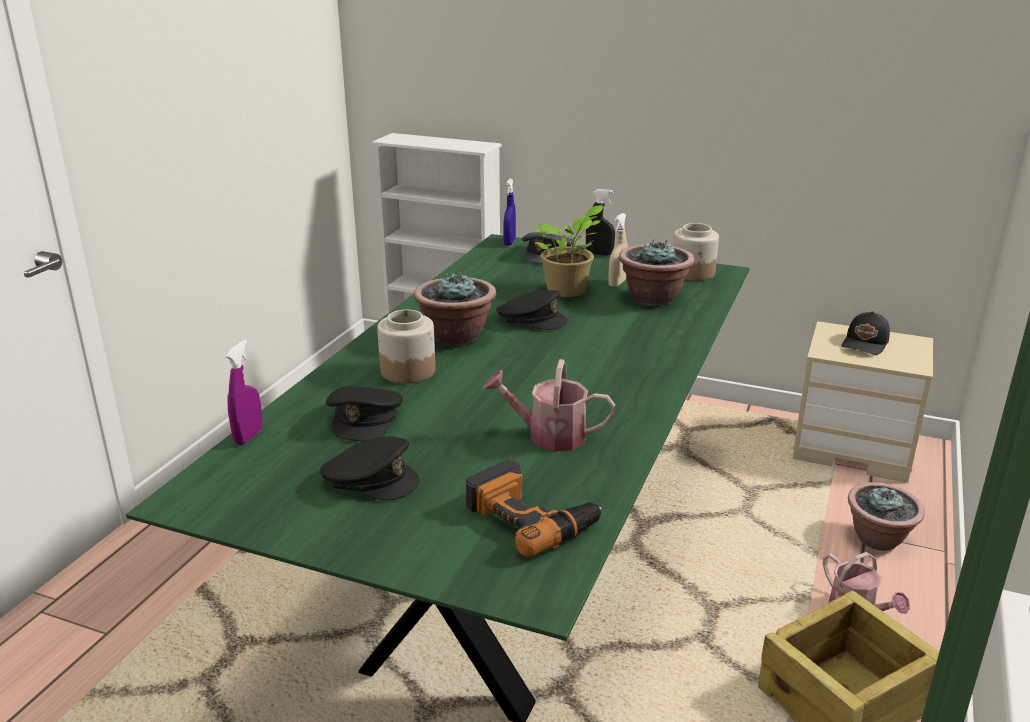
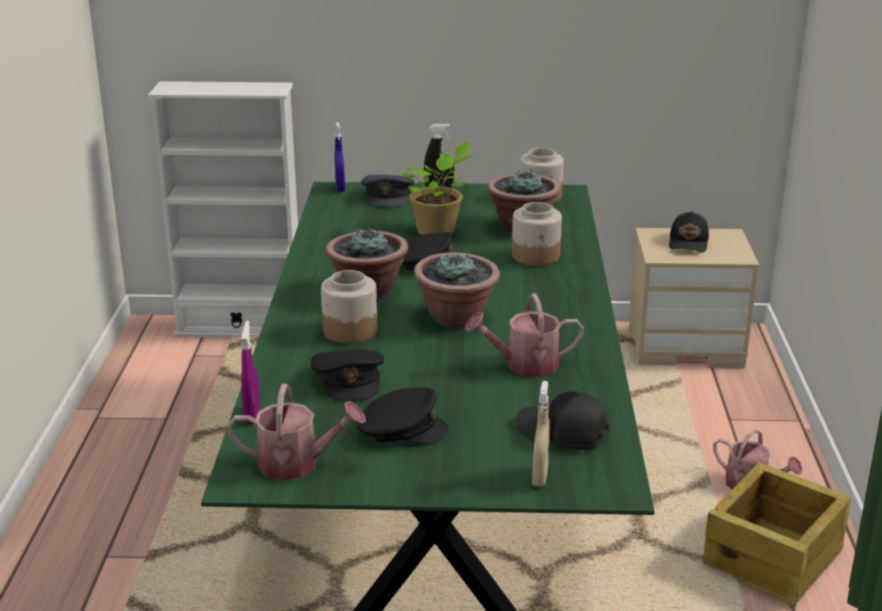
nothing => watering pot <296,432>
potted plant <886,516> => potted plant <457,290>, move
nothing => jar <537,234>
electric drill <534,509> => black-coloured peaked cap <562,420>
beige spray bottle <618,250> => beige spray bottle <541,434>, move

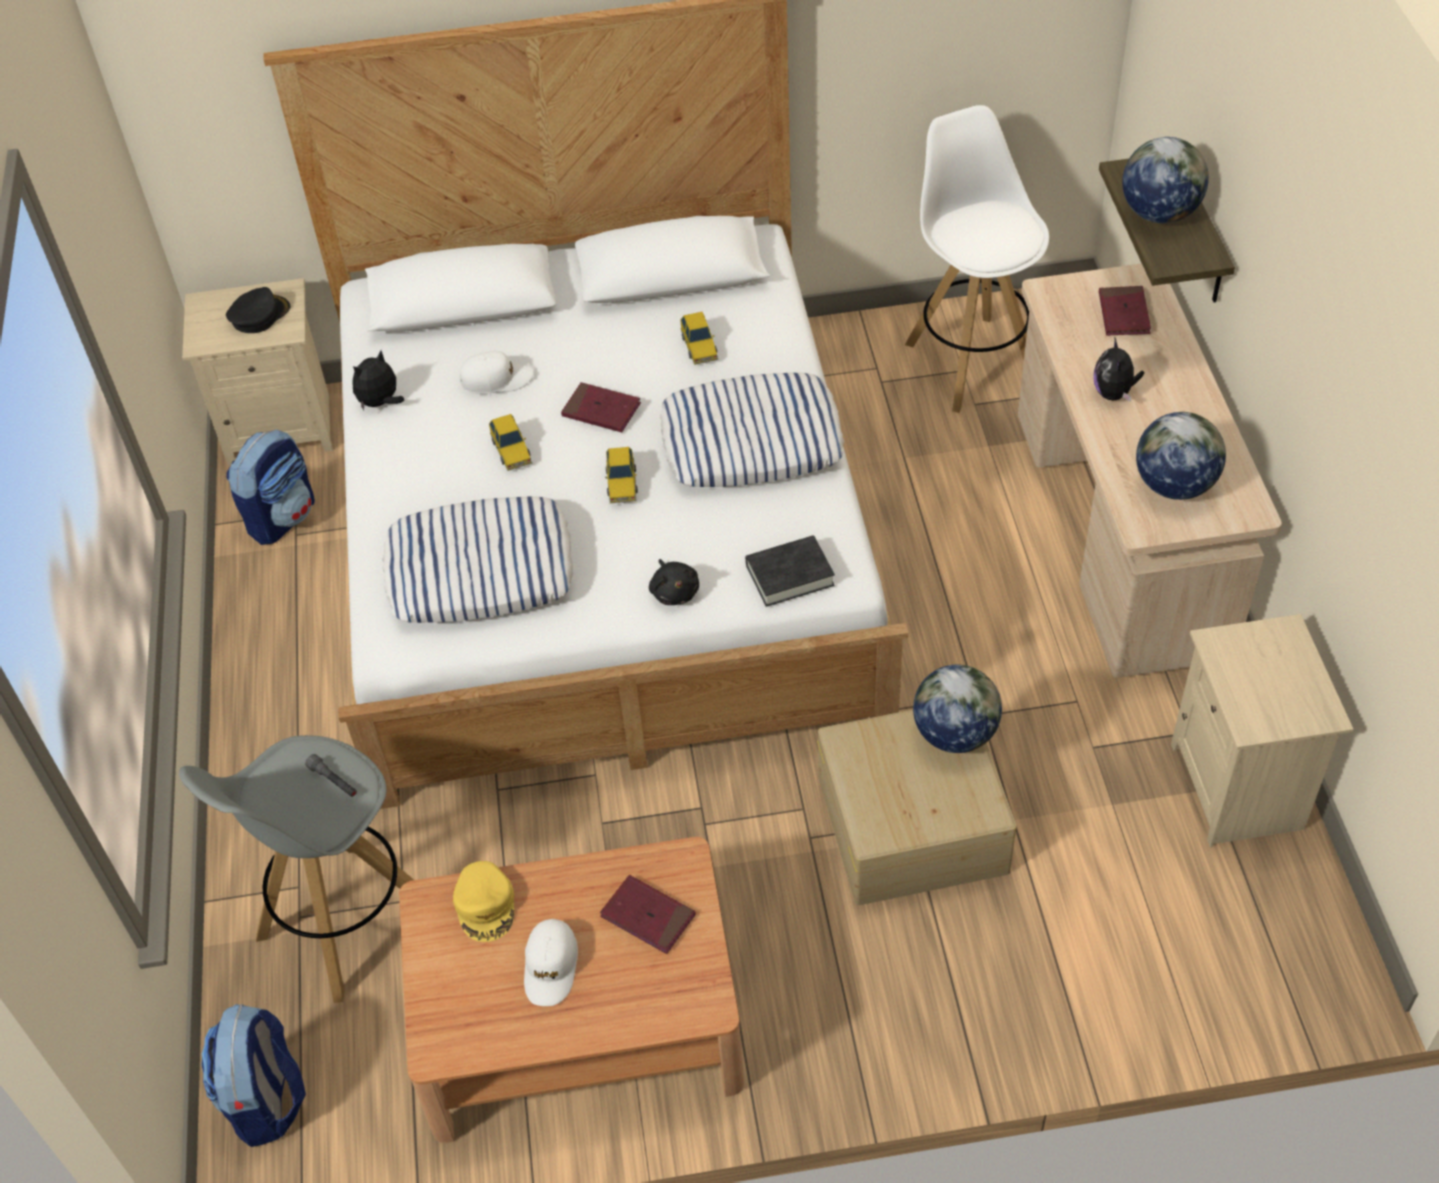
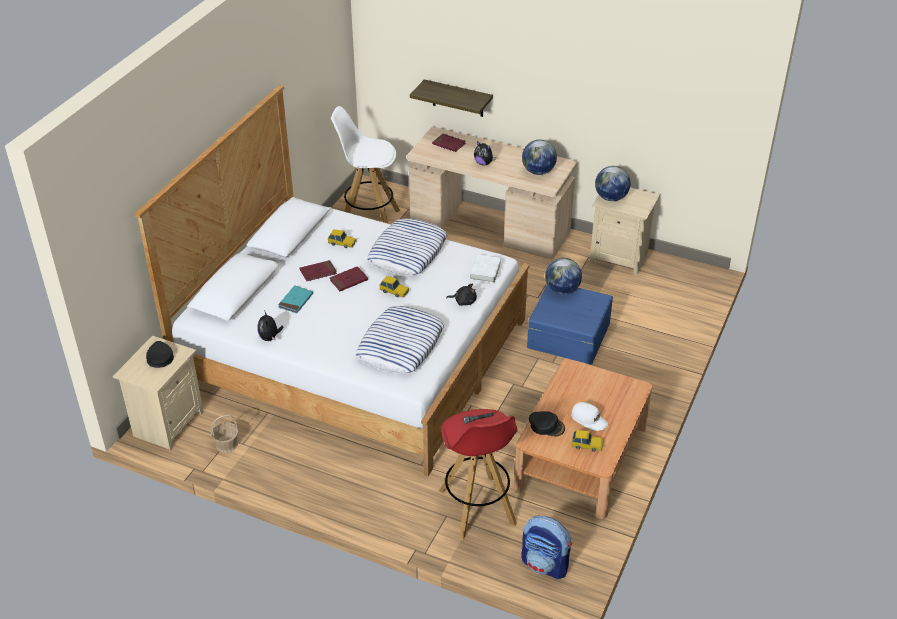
rucksack <271,487> => basket <225,434>
whitish peaked cap <496,372> => turquoise volume <295,299>
reddish volume <648,914> => reddish volume <318,270>, move
grey sitting stool <296,869> => reddish sitting stool <478,474>
black-coloured volume <790,571> => whitish volume <485,269>
beige storage box <917,807> => blue storage box <570,324>
yellow-coloured peaked cap <483,901> => black-coloured peaked cap <547,423>
miniature car <510,442> => miniature car <587,441>, move
desk globe <1165,180> => desk globe <613,183>, move

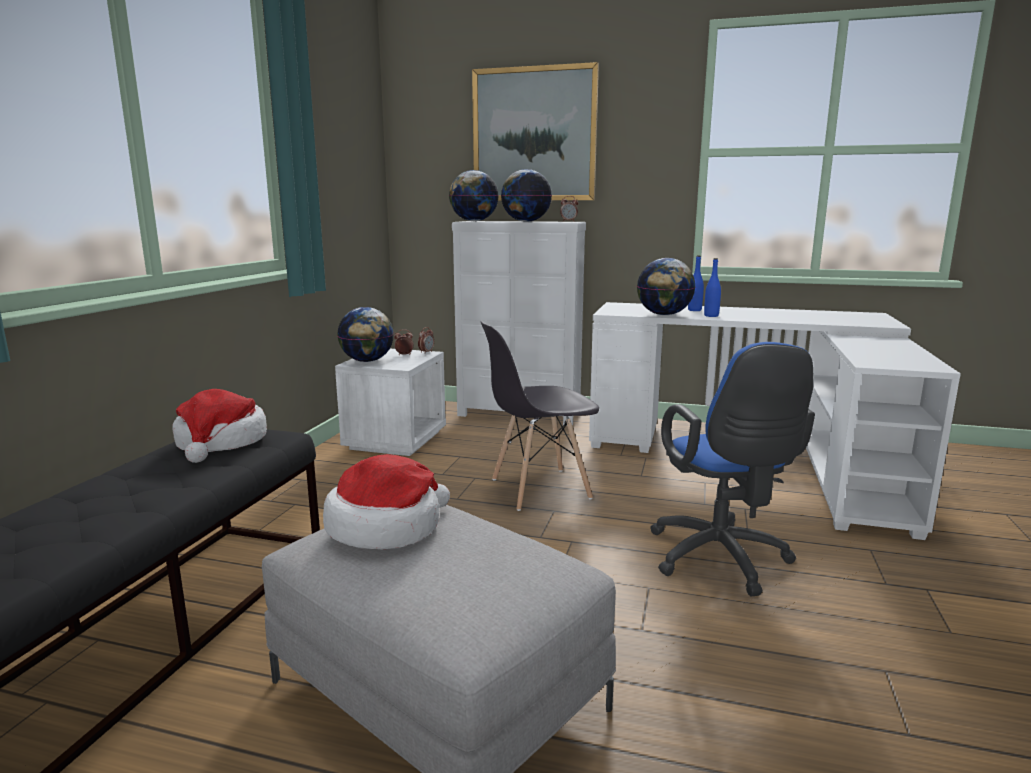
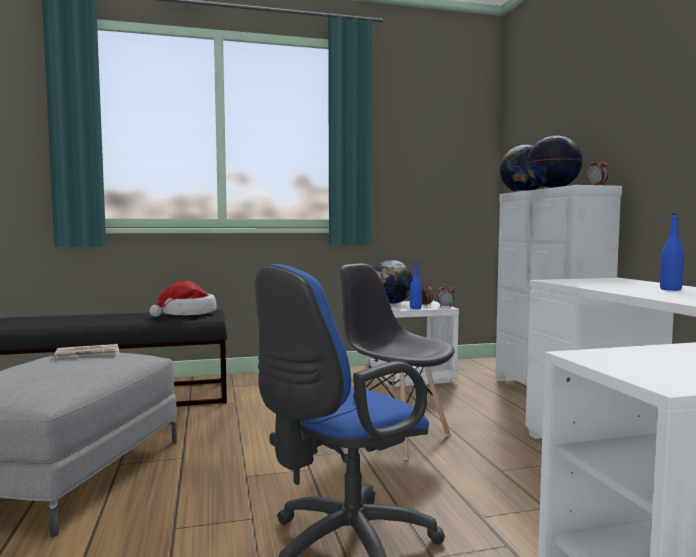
clothing hat <386,502> => printed paper <86,350>
blue bottle <712,287> => blue bottle <416,285>, move
wall art <535,131> => nothing
desk globe <666,286> => nothing

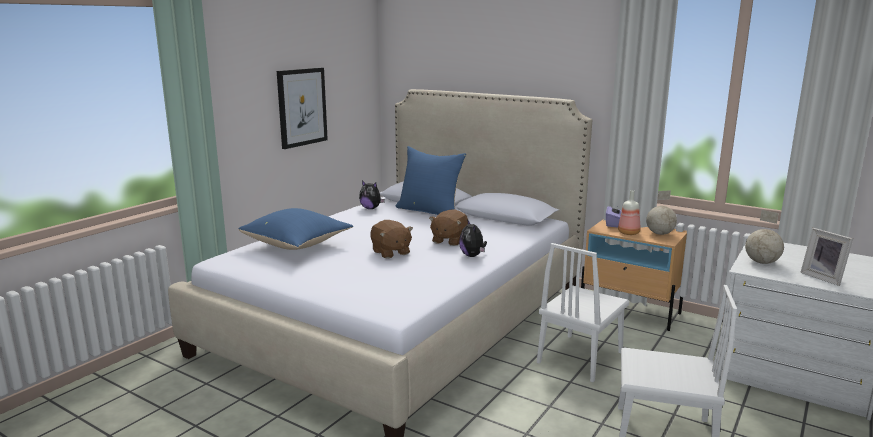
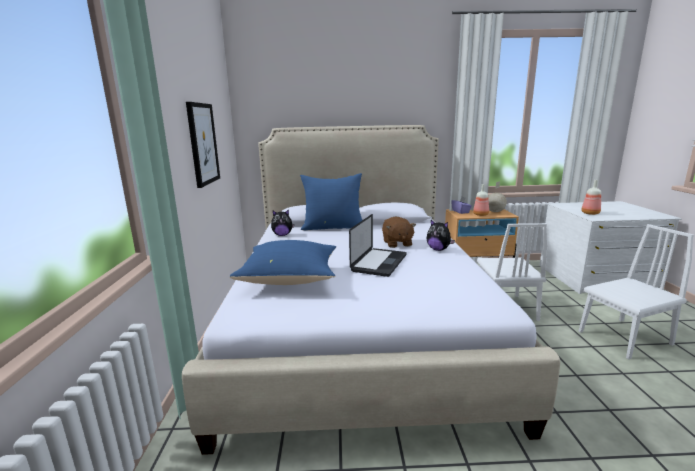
brown soft toy <391,239> => laptop <378,245>
desk globe <764,237> => bottle <591,197>
picture frame <826,257> => nothing

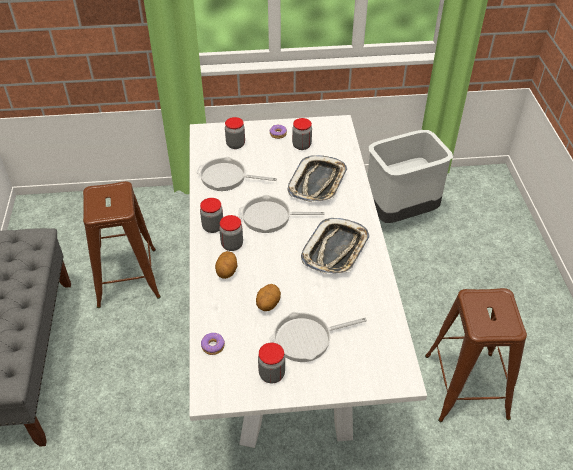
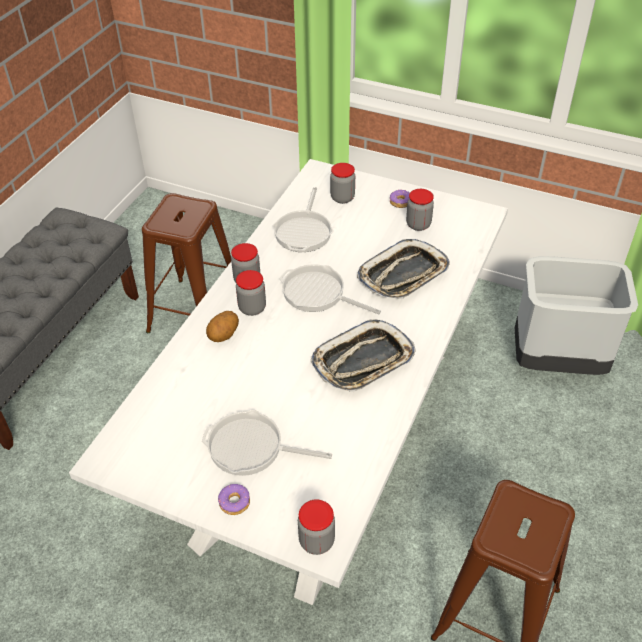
doughnut <213,344> => doughnut <234,499>, move
frying pan <236,174> => frying pan <303,219>, 120 degrees counterclockwise
jar <271,363> => jar <316,527>, move
spud <268,297> => nothing

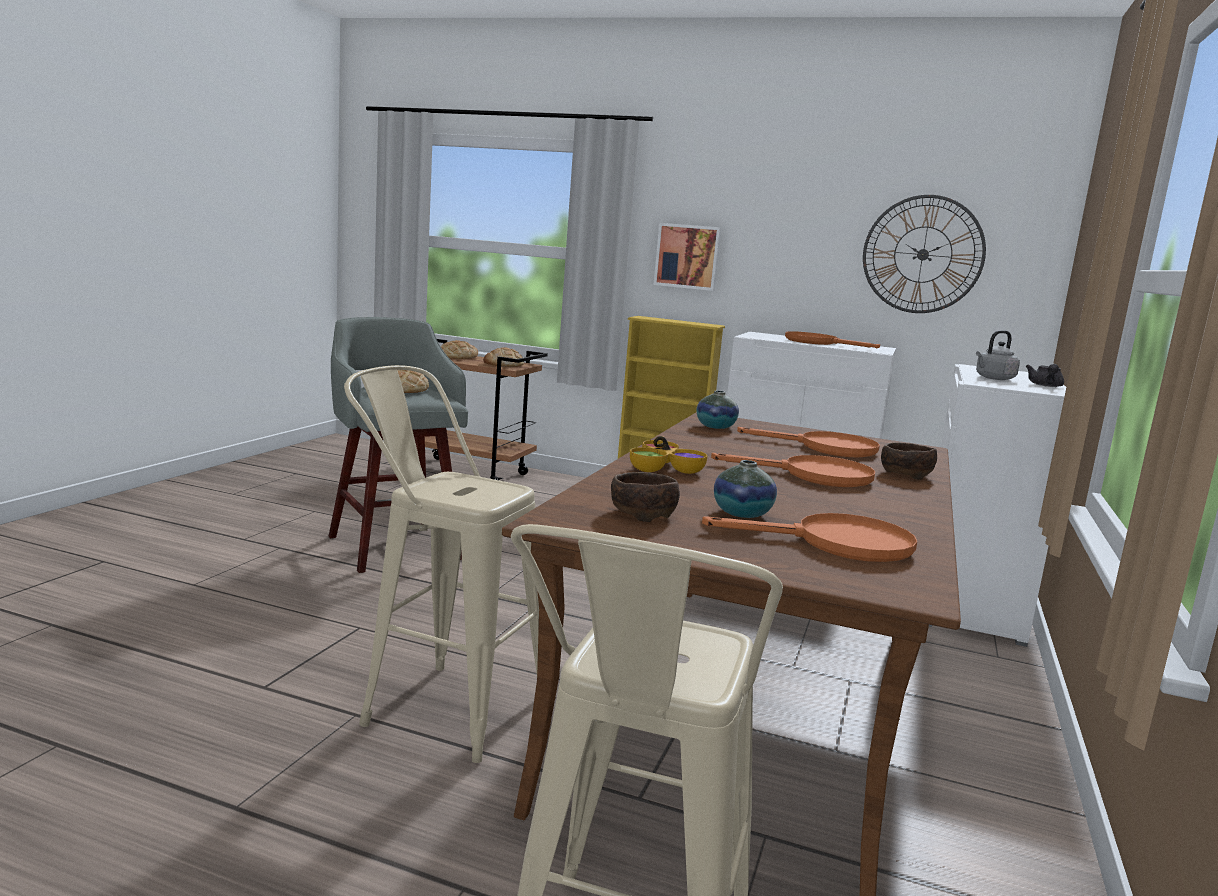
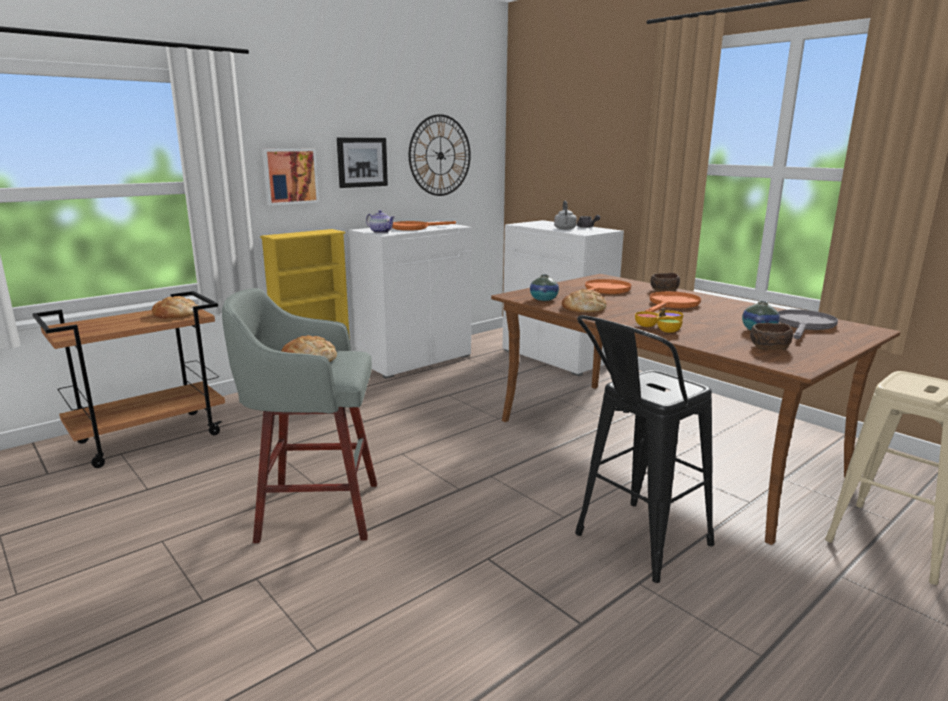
nothing => wall art <362,163>
nothing => tea pot <380,221>
bakery bread <459,349> => bakery bread <583,301>, move
beige sitting stool <441,564> => black-coloured sitting stool <644,449>
orange frying pan <809,537> => grey frying pan <808,324>

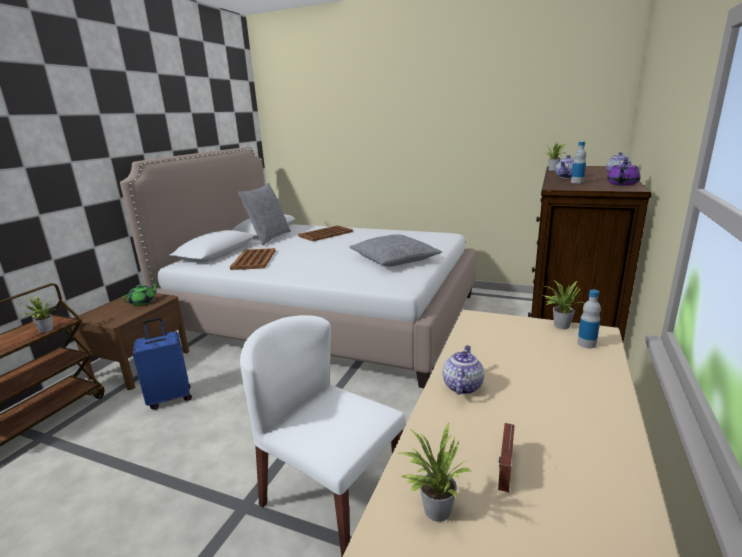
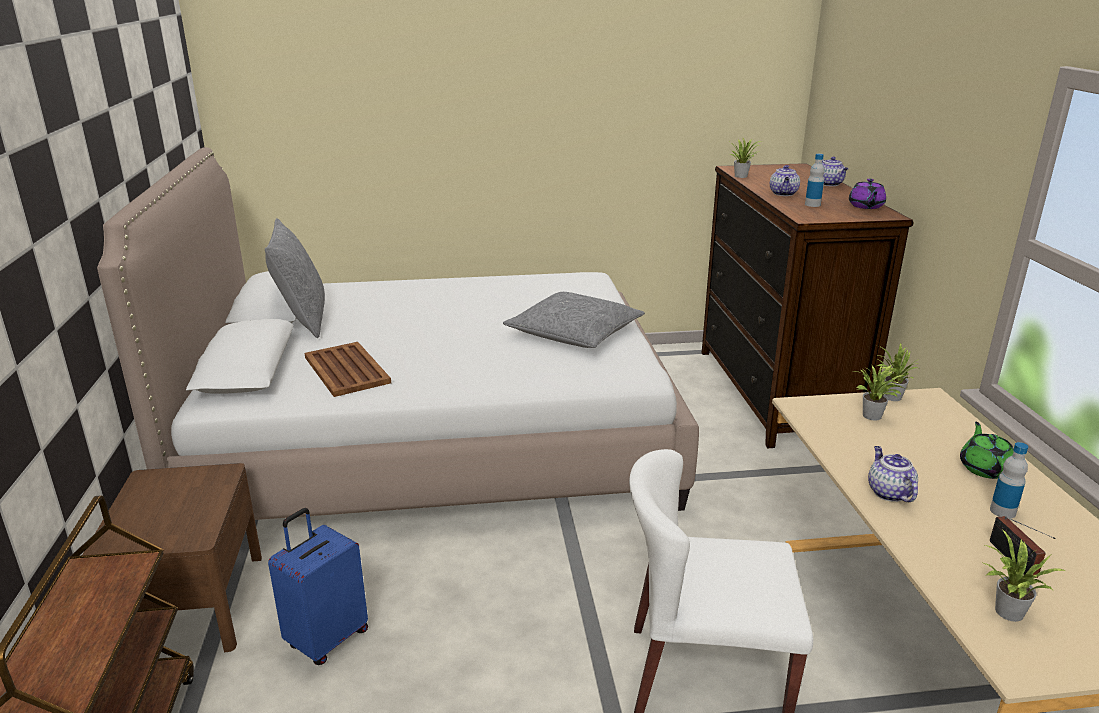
potted plant <36,314> => potted plant <880,393>, move
green tea pot <140,294> => green tea pot <987,450>, move
bottle <589,319> => bottle <1009,480>, move
brown serving tray <325,233> => nothing

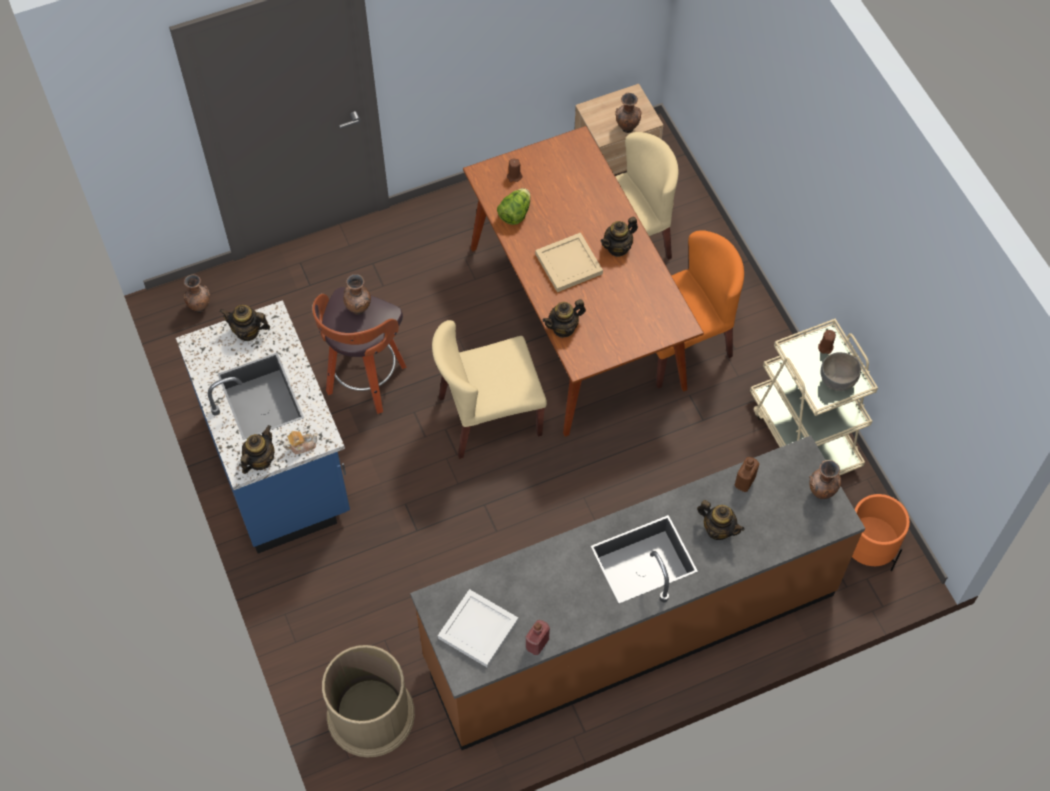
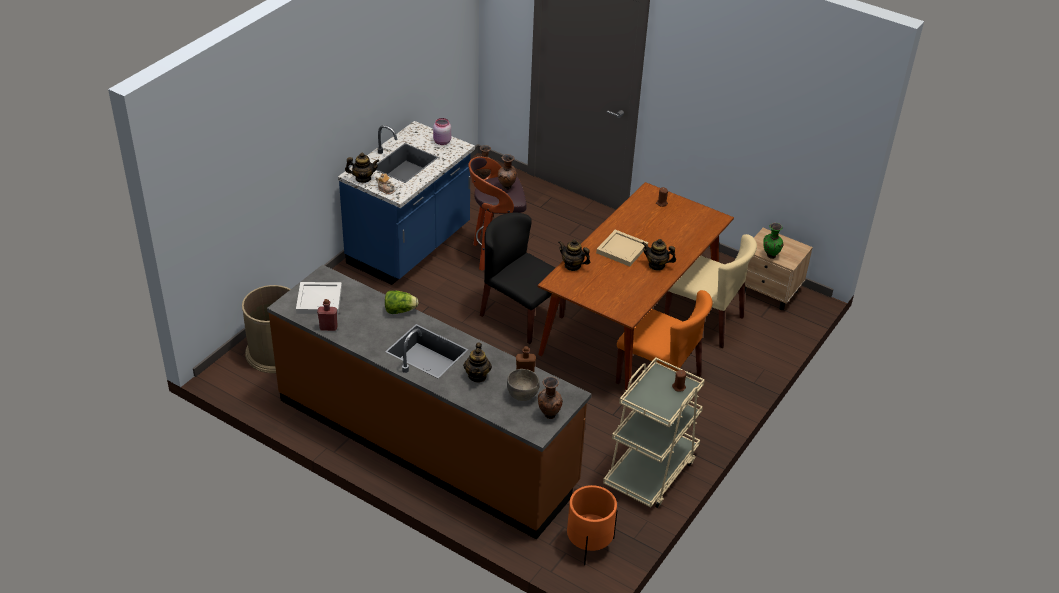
lettuce <514,206> => lettuce <402,302>, move
tea pot <244,323> => pink jar <442,131>
beige plain chair <489,389> => black-coloured plain chair <523,278>
grey serving bowl <841,371> => grey serving bowl <523,385>, move
brown flower vase <628,113> => green flower vase <773,241>

